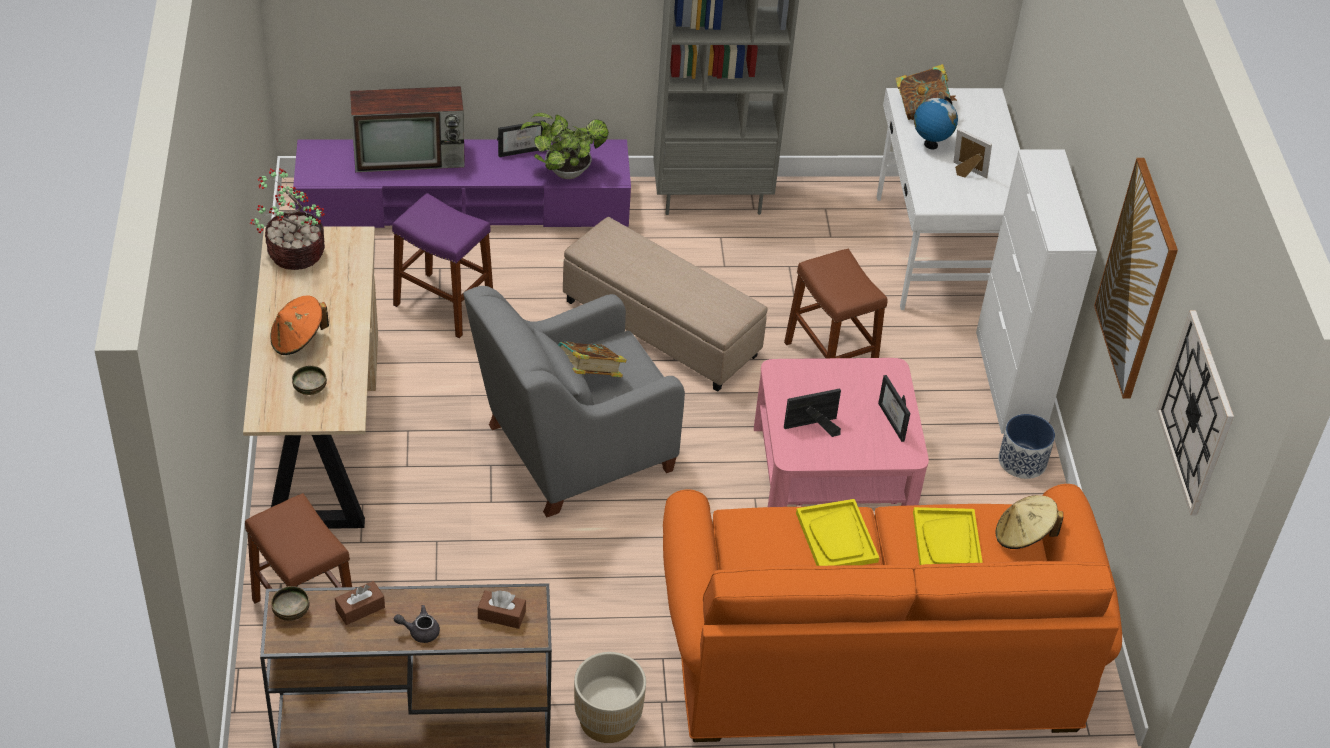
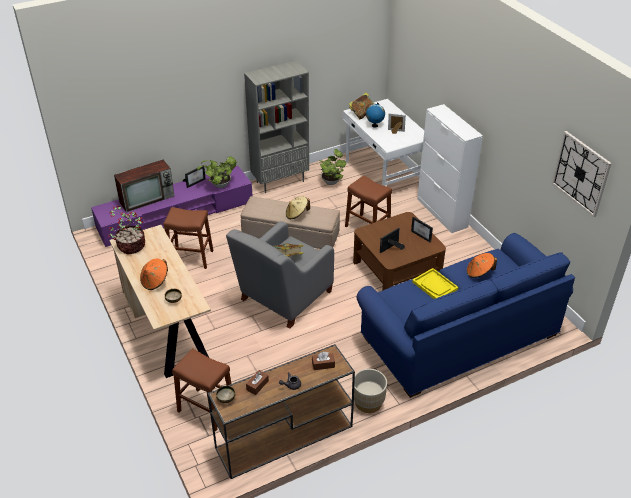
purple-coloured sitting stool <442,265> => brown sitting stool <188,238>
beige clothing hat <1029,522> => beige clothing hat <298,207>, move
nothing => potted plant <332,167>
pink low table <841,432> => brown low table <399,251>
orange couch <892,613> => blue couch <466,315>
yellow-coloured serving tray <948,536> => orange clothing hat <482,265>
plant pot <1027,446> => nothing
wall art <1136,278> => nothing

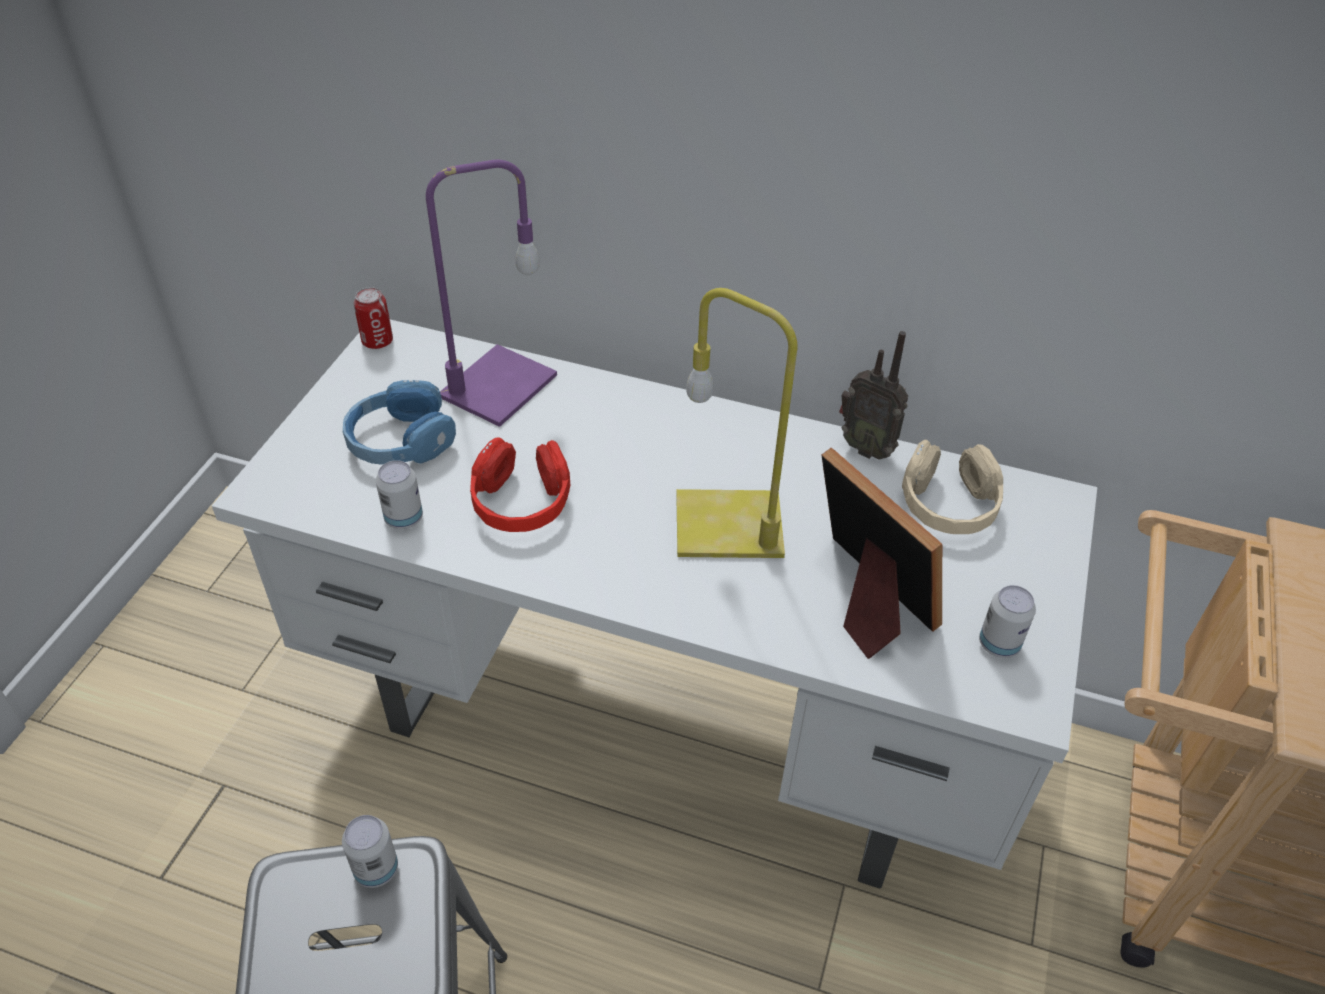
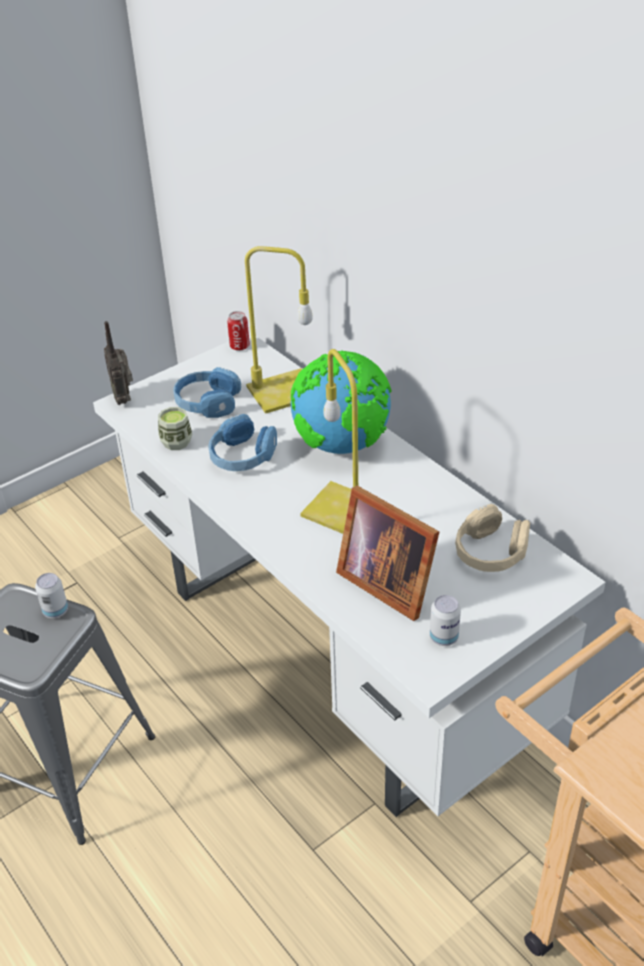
radio set <873,395> => radio set <118,363>, move
metal can <399,494> => cup <175,428>
reddish headphones <520,485> => blue headphones <243,442>
purple-coloured table lamp <491,293> => yellow-coloured table lamp <279,330>
nothing => desk globe <341,402>
picture frame <881,553> => picture frame <387,553>, 135 degrees clockwise

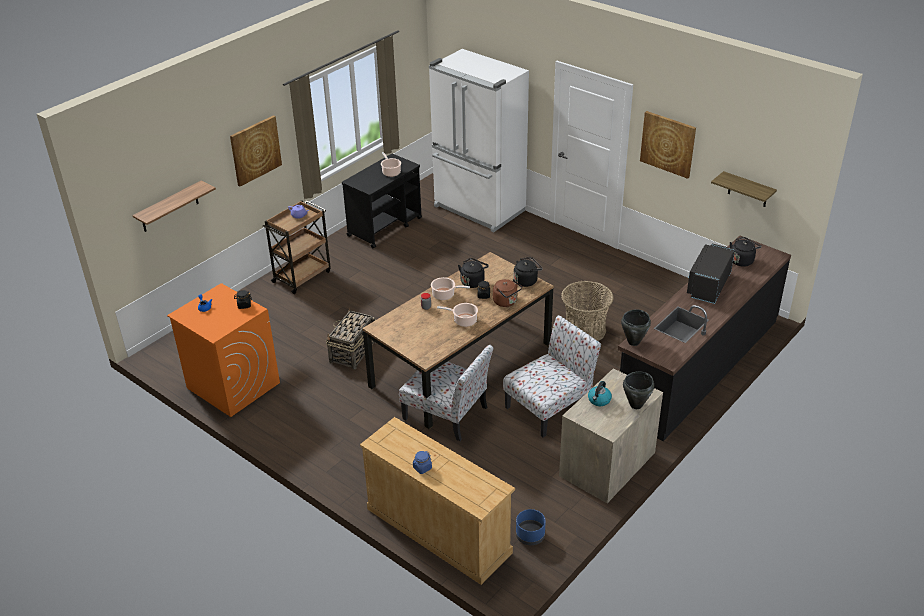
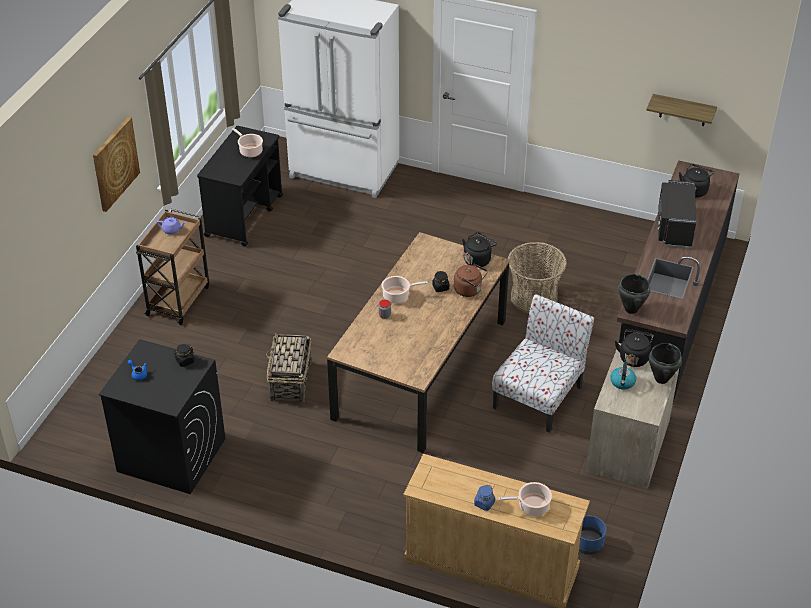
orange laundry machine <223,350> => black-coloured laundry machine <162,416>
saucepot <457,315> => saucepot <525,499>, move
black-coloured water kettle <473,273> => black-coloured water kettle <634,348>, move
shelf <174,206> => nothing
plain chair <446,393> => nothing
wall art <668,145> => nothing

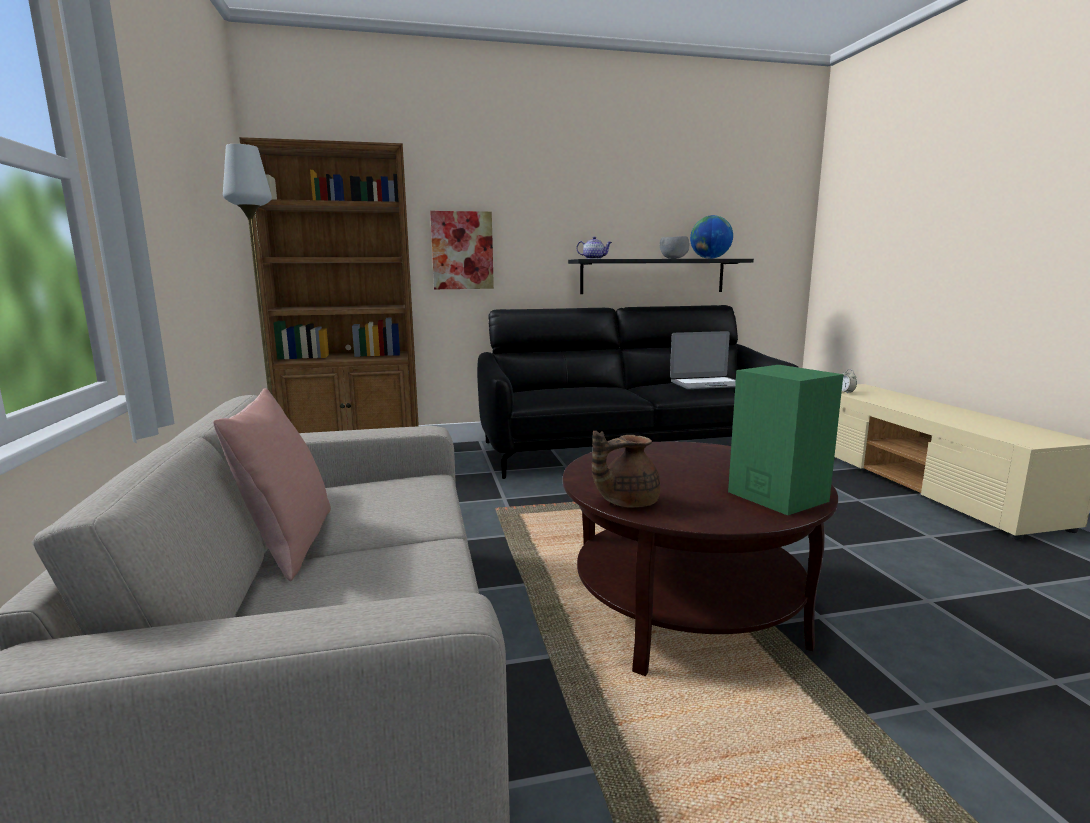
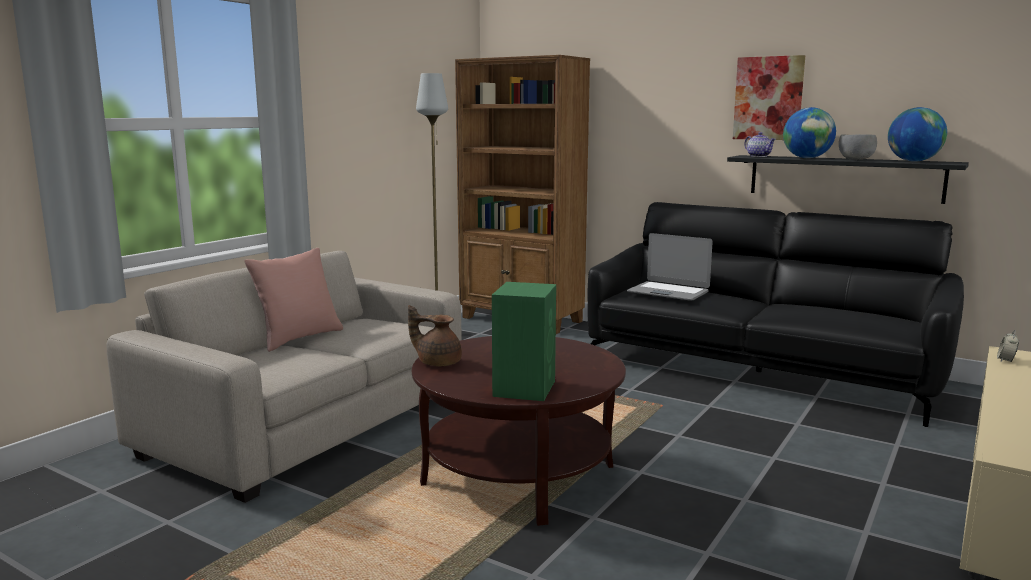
laptop <703,360> => laptop <670,266>, move
wall art <462,250> => wall art <769,97>, move
nothing => desk globe <809,132>

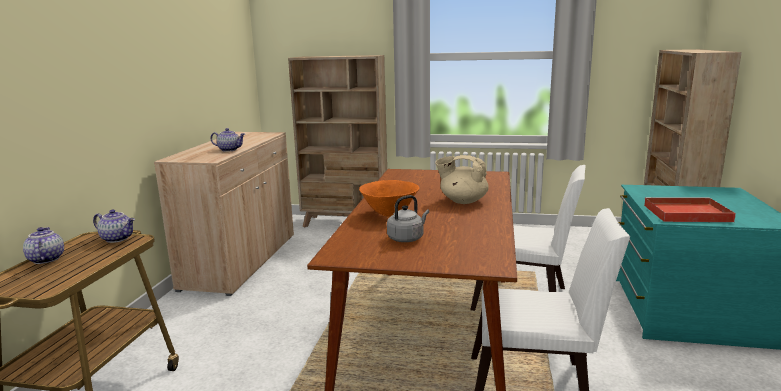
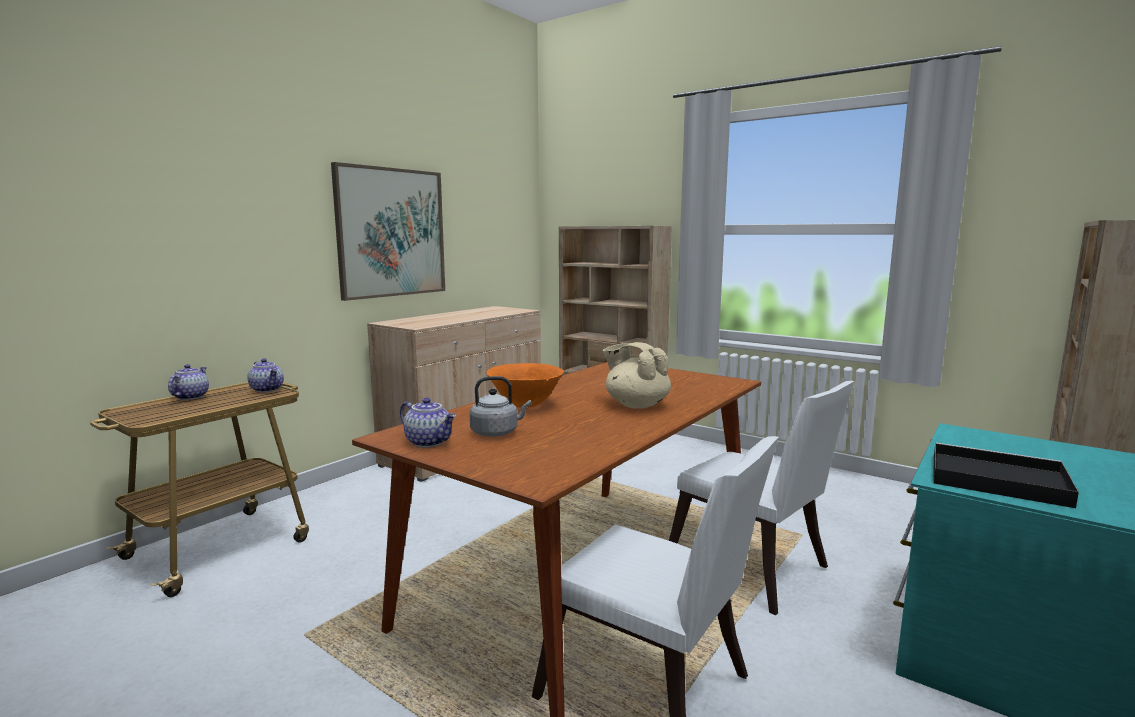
nothing => wall art <388,231>
tea pot <228,140> => tea pot <428,422>, move
reddish serving tray <690,209> => black-coloured serving tray <1006,475>

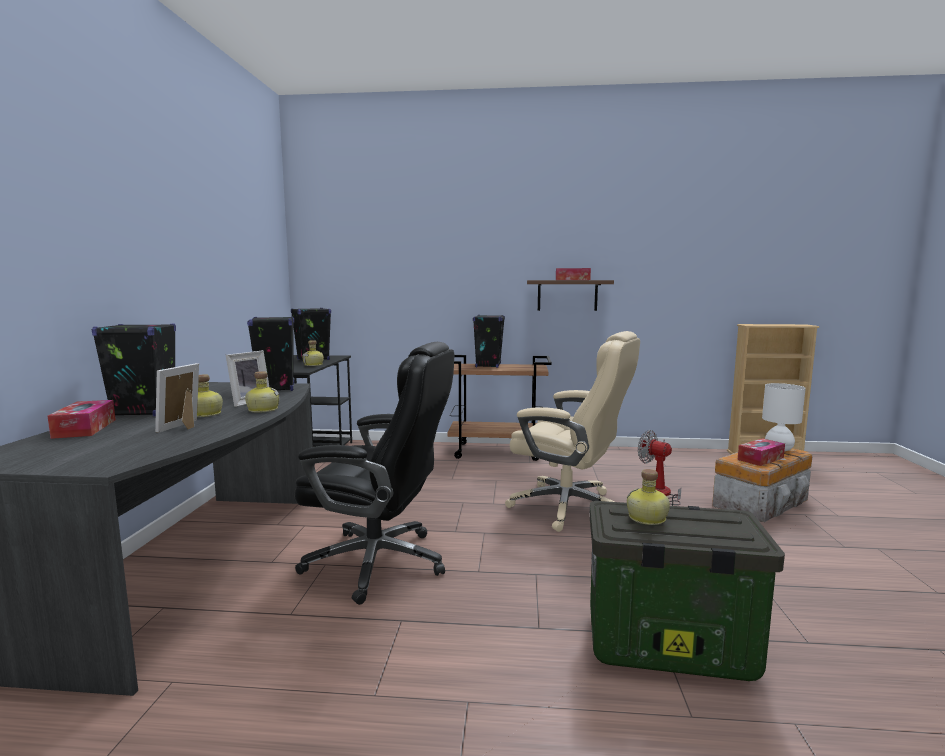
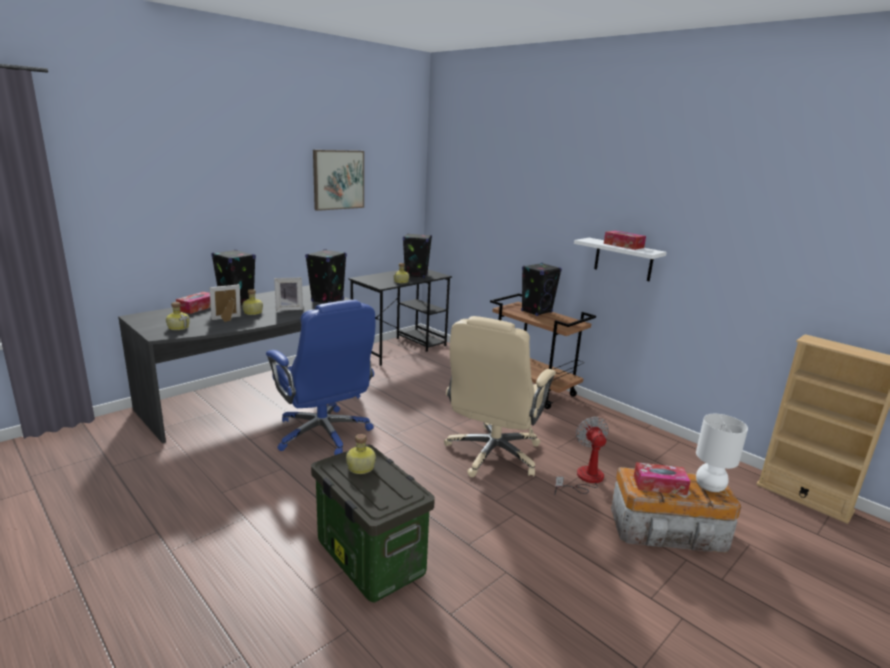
bottle <262,391> => bottle <178,316>, move
black-coloured computer chair <374,473> => blue computer chair <320,377>
nothing => wall art <338,180>
beige computer chair <572,431> => beige computer chair <500,396>, 45 degrees clockwise
brown shelf <570,295> => whitish shelf <620,259>

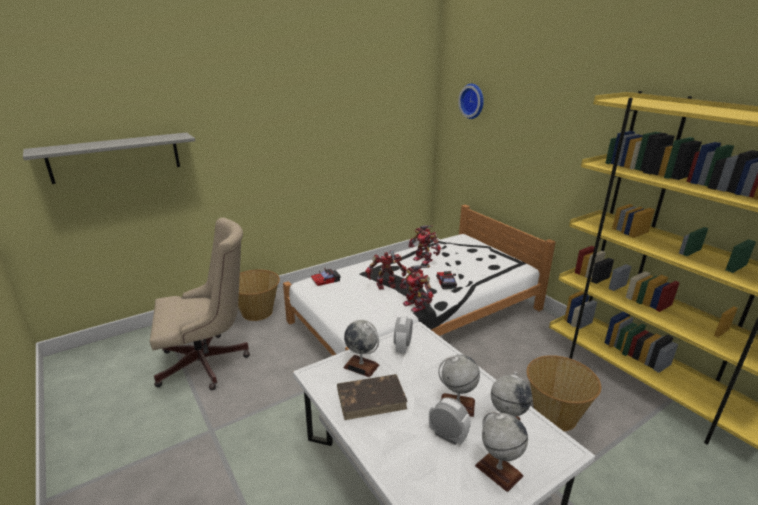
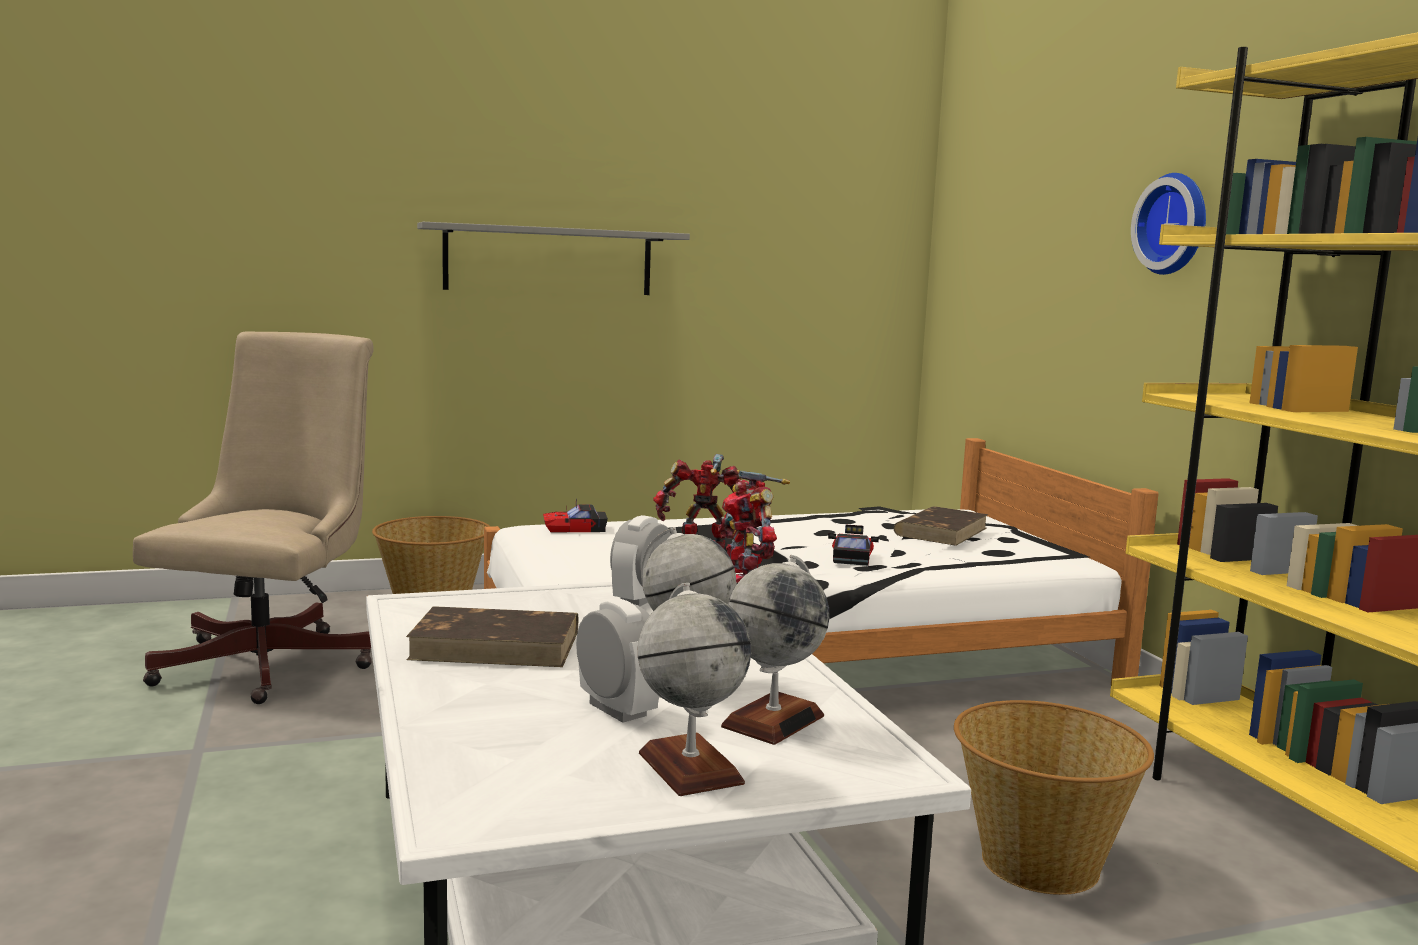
beige computer chair <200,304> => beige computer chair <253,517>, 75 degrees counterclockwise
grey shelf <109,158> => grey shelf <553,258>, move
nothing => brown volume <941,526>
wall clock <471,101> => wall clock <1168,224>, move
desk globe <361,348> => nothing
model robot <424,245> => nothing

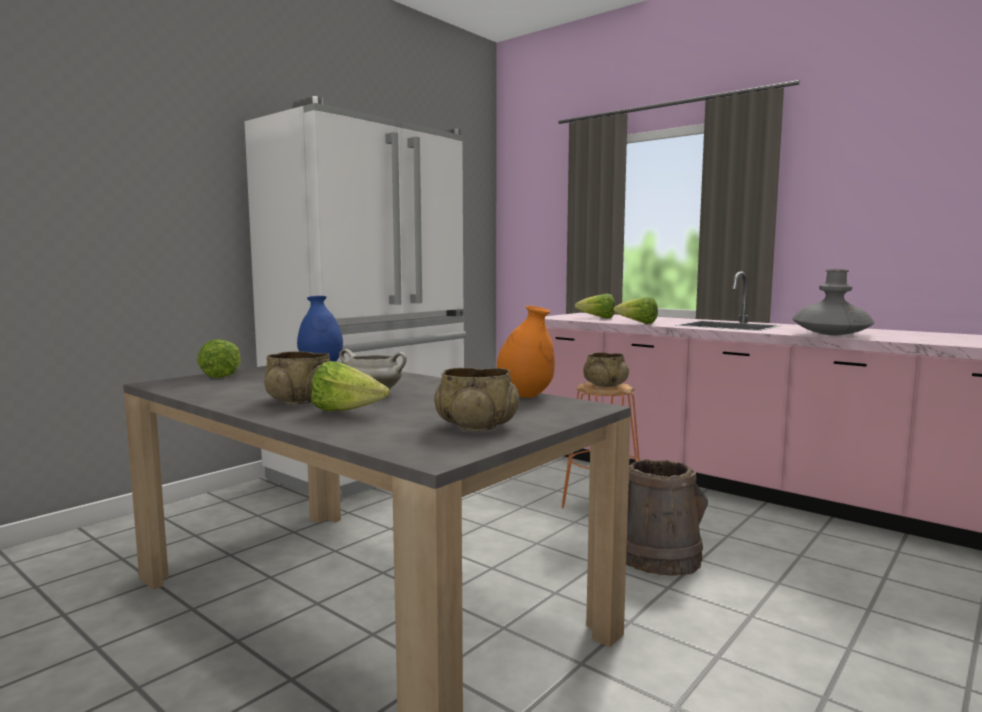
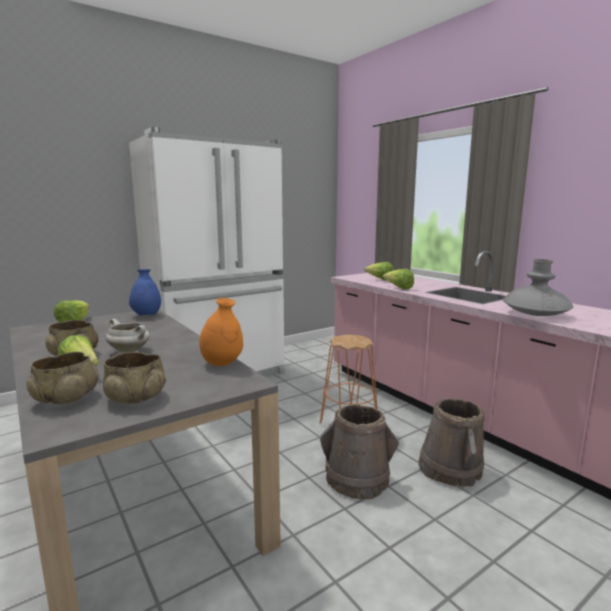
beige serving bowl <606,369> => beige serving bowl <62,378>, move
nothing => brown bucket <451,442>

